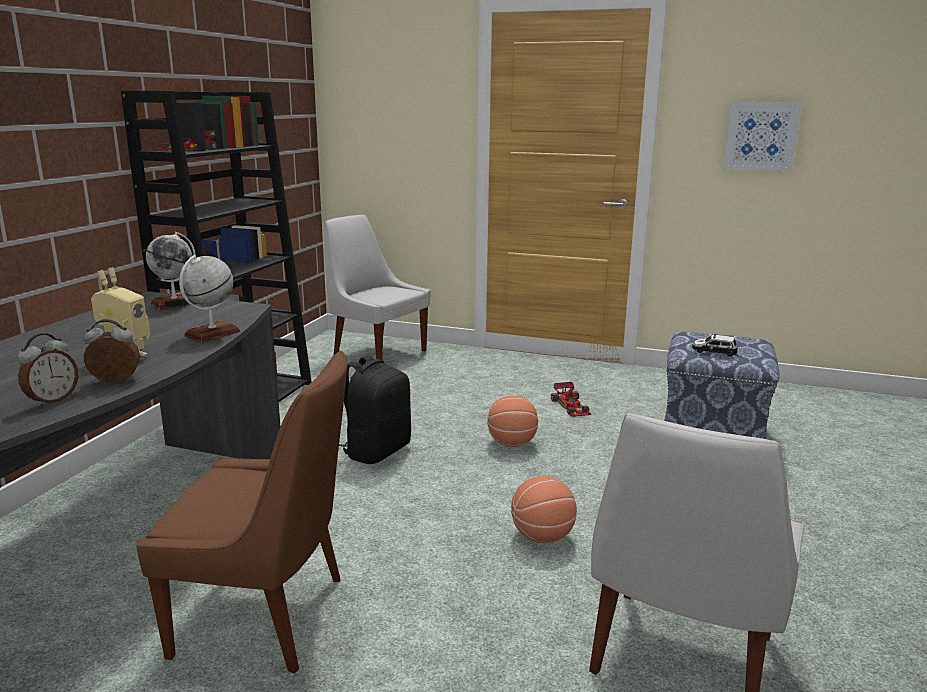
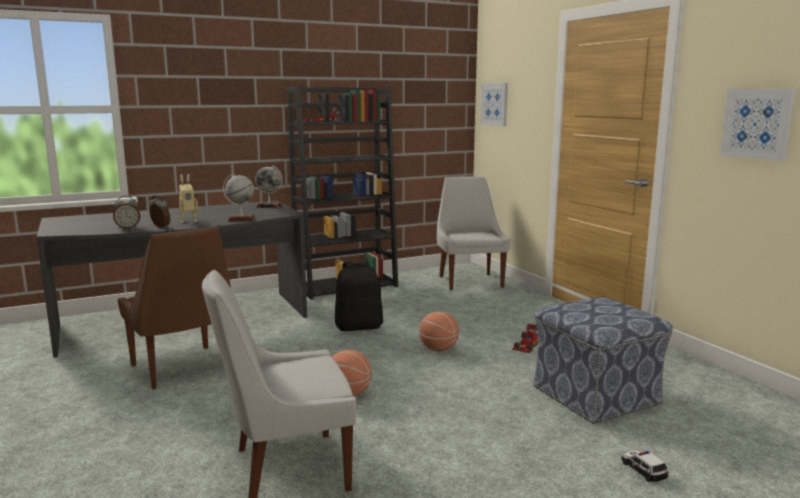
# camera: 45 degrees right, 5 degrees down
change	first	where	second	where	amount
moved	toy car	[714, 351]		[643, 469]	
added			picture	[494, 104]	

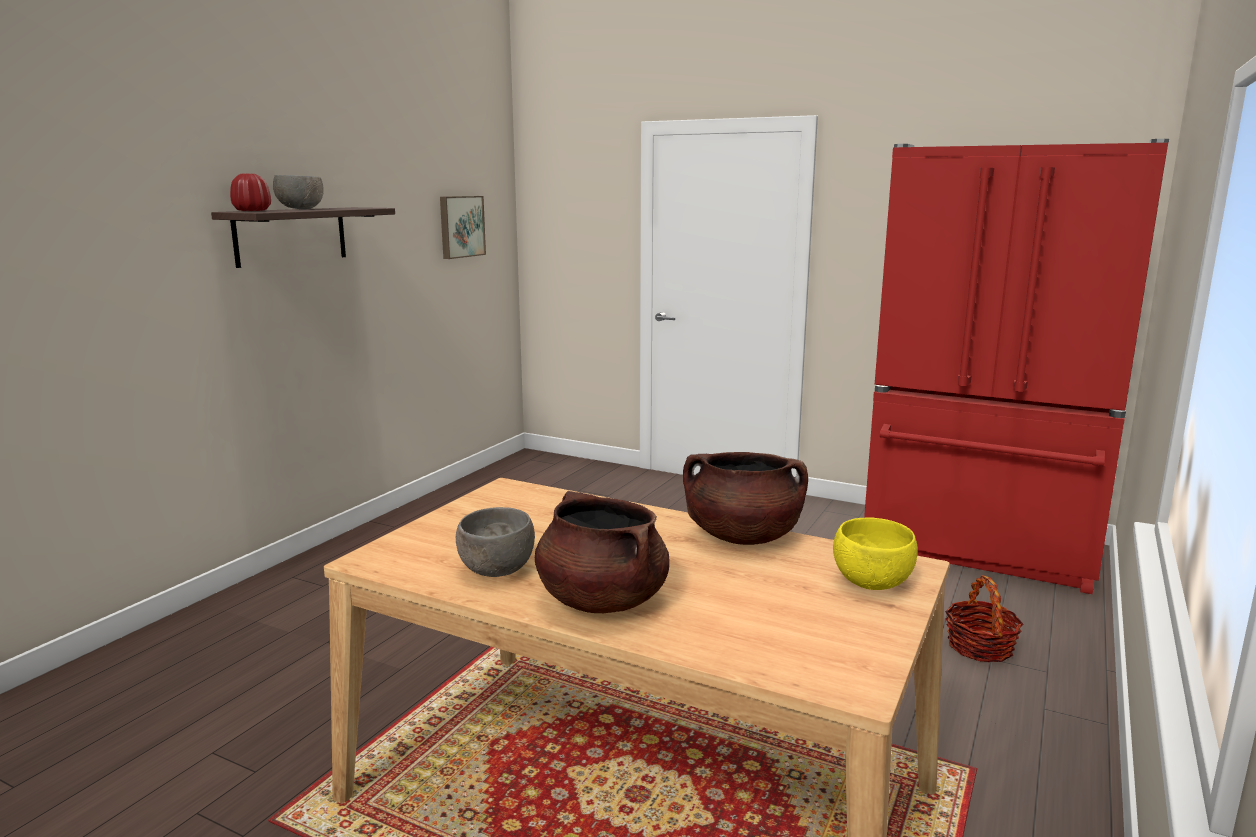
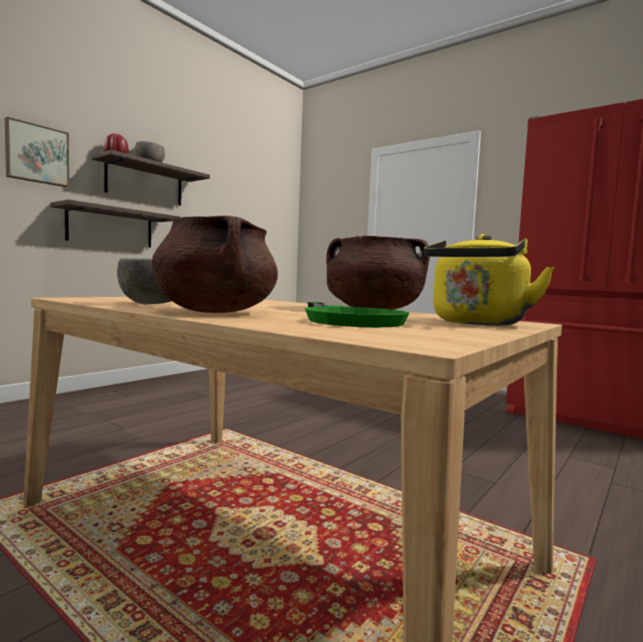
# camera: 10 degrees right, 10 degrees down
change	first	where	second	where	amount
moved	picture	[460, 226]		[37, 154]	
replaced	yellow bowl	[870, 583]	yellow kettle	[477, 323]	
removed	basket	[980, 647]			
added			shelf	[110, 227]	
added			green frying pan	[348, 319]	

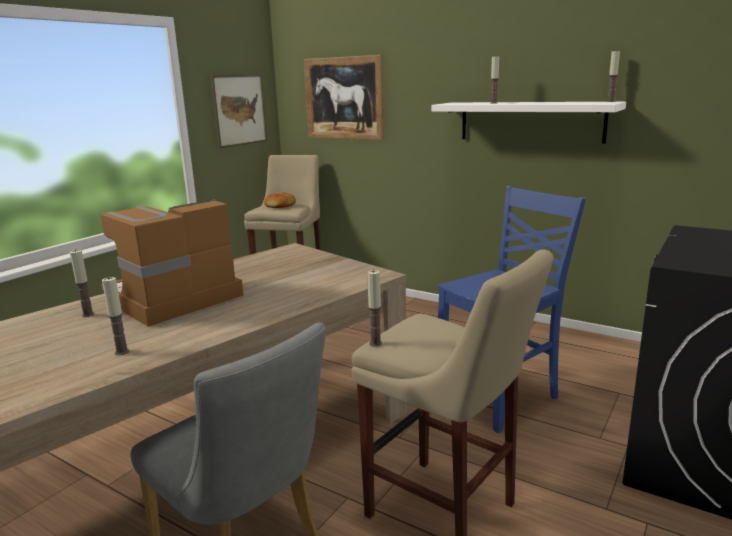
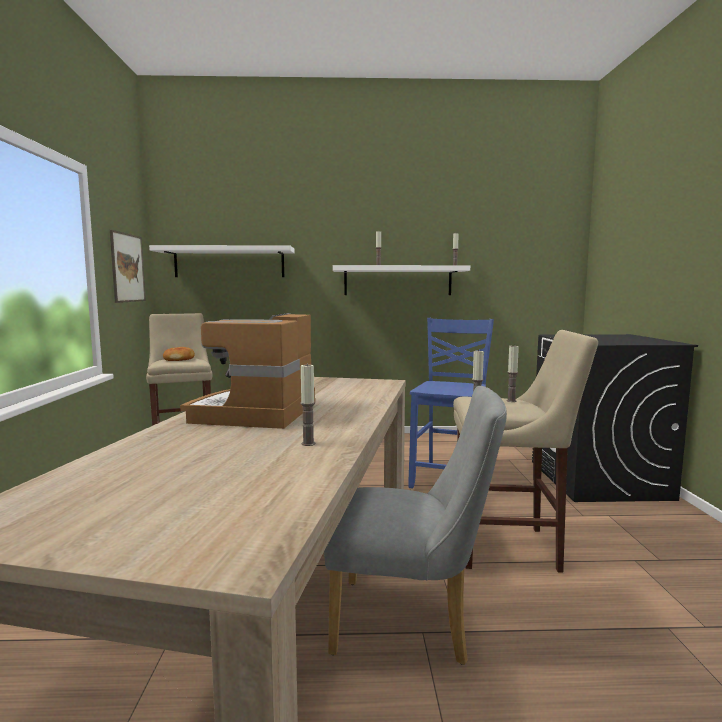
# camera: 35 degrees left, 10 degrees down
change	first	where	second	where	amount
replaced	picture	[344, 98]	white shelf	[229, 262]	
moved	candle	[88, 314]		[511, 401]	

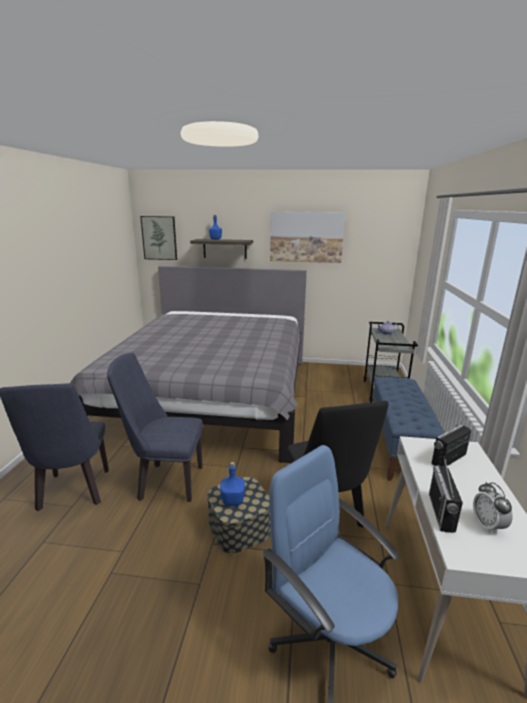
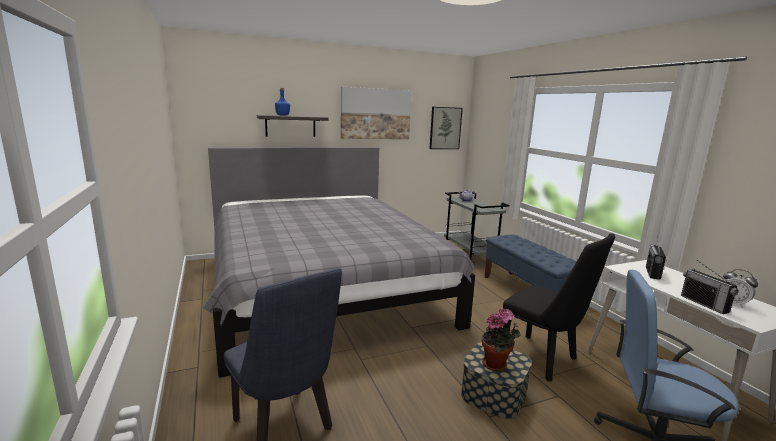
# camera: 30 degrees left, 5 degrees down
change	first	where	second	where	amount
moved	picture	[159, 238]		[445, 128]	
removed	blue chair	[165, 482]			
replaced	blue bottle	[232, 501]	potted plant	[496, 365]	

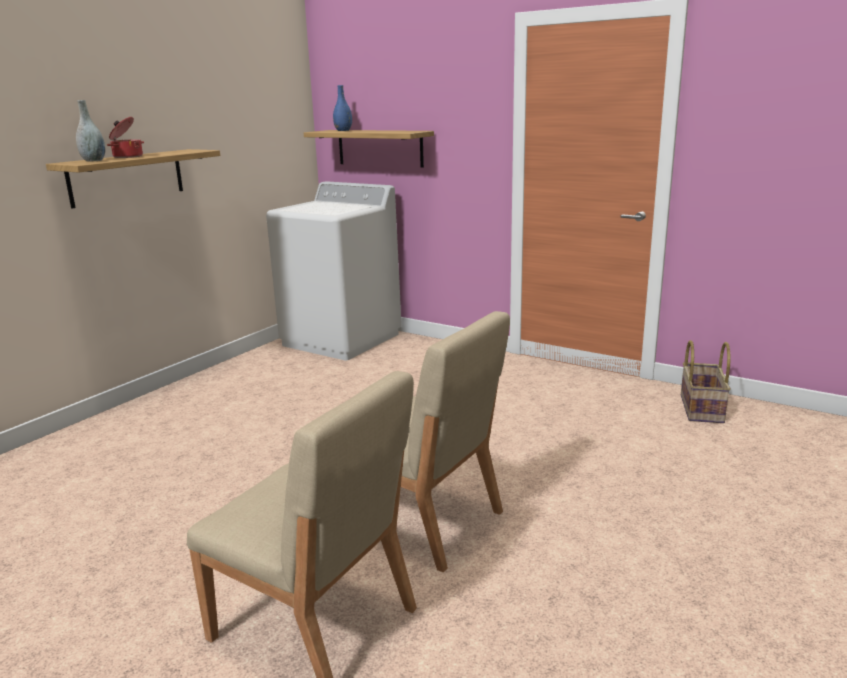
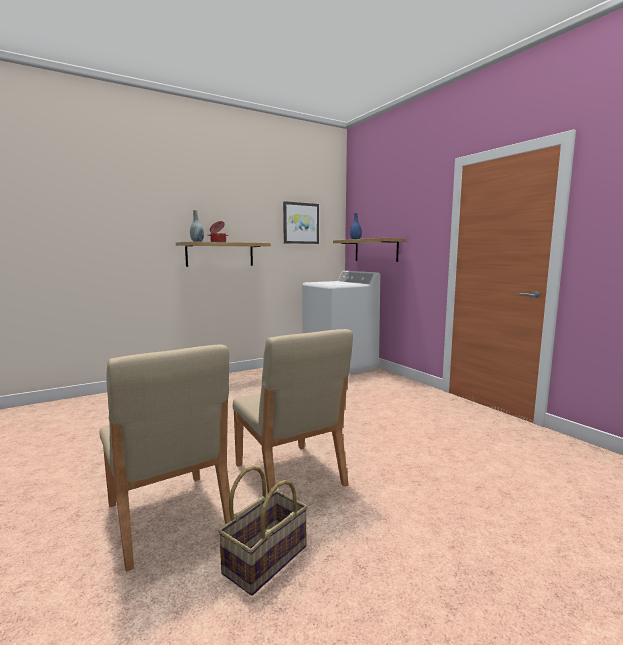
# camera: 25 degrees right, 10 degrees down
change	first	where	second	where	amount
moved	basket	[700, 408]		[265, 558]	
added			picture	[300, 223]	

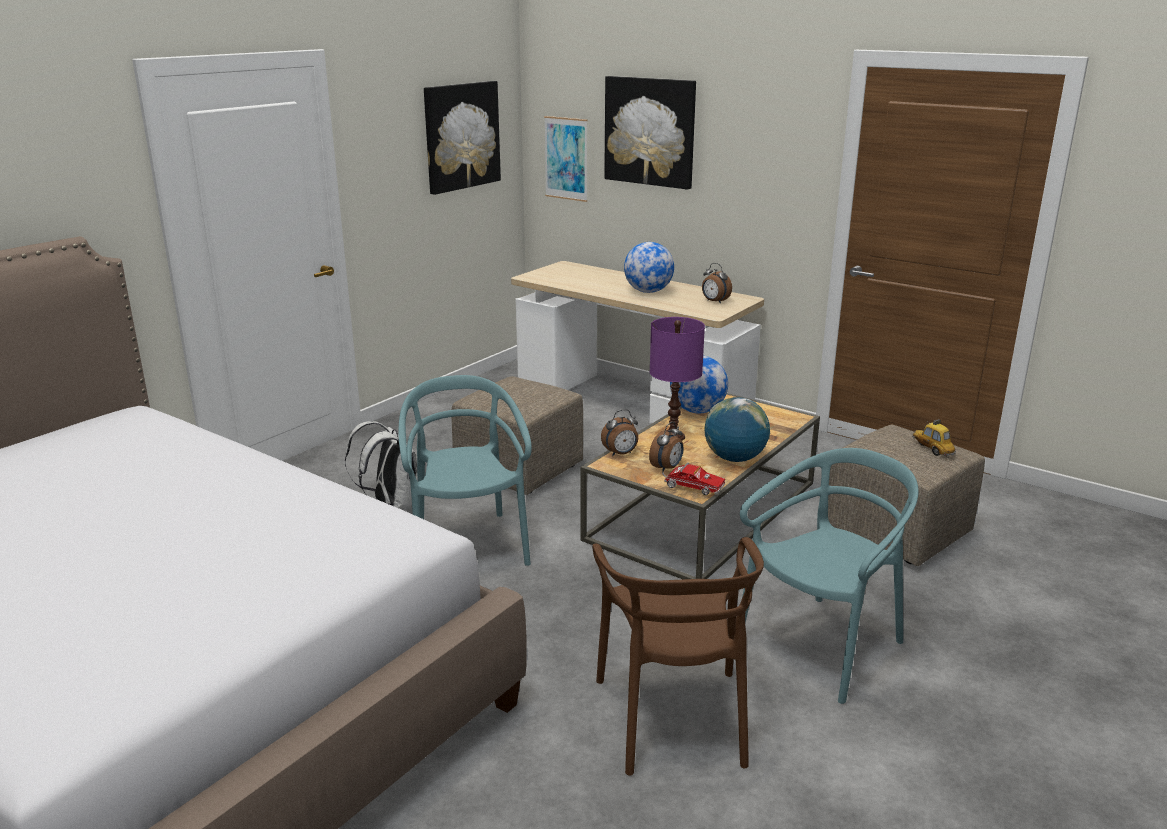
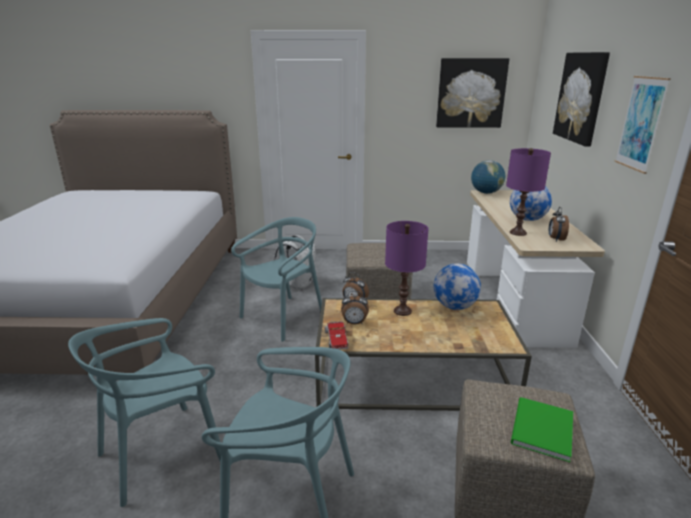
# camera: 55 degrees right, 0 degrees up
change	first	where	second	where	amount
moved	picture	[566, 158]		[641, 123]	
moved	globe	[735, 459]		[486, 193]	
replaced	toy car	[932, 449]	green book	[540, 430]	
recoloured	brown chair	[674, 719]	turquoise chair	[161, 453]	
added			purple table lamp	[518, 233]	

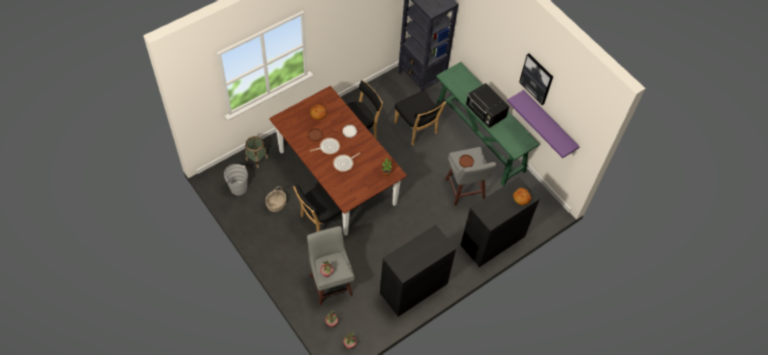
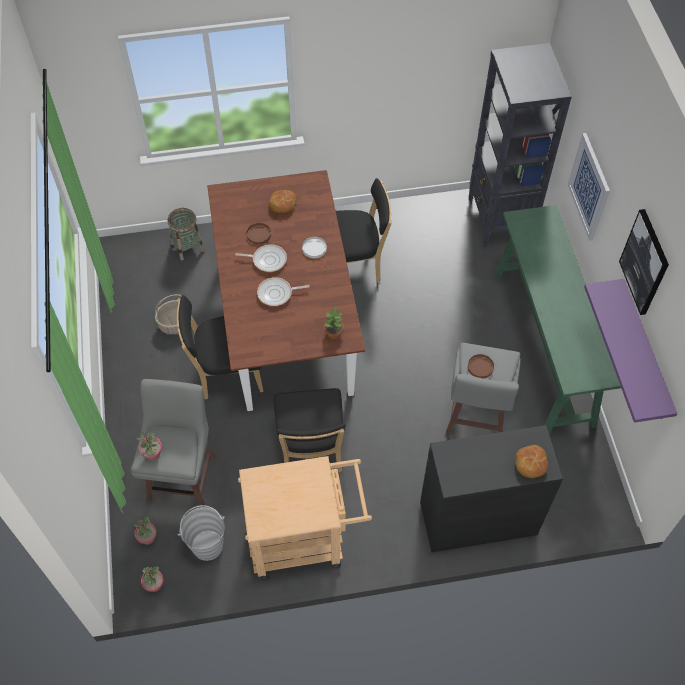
# camera: 30 degrees right, 0 degrees up
change	first	where	second	where	amount
removed	black microwave	[485, 113]			
moved	black chair	[417, 129]		[311, 450]	
moved	grey bucket	[238, 188]		[207, 545]	
replaced	black cabinet	[413, 288]	beige cart	[305, 540]	
added			picture	[589, 187]	

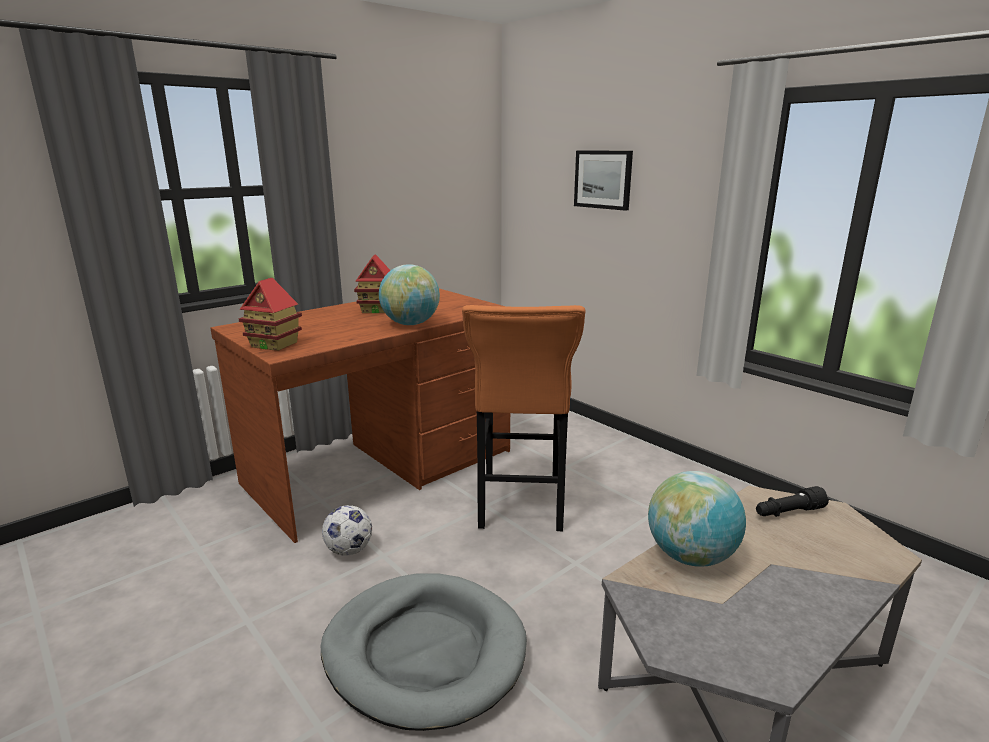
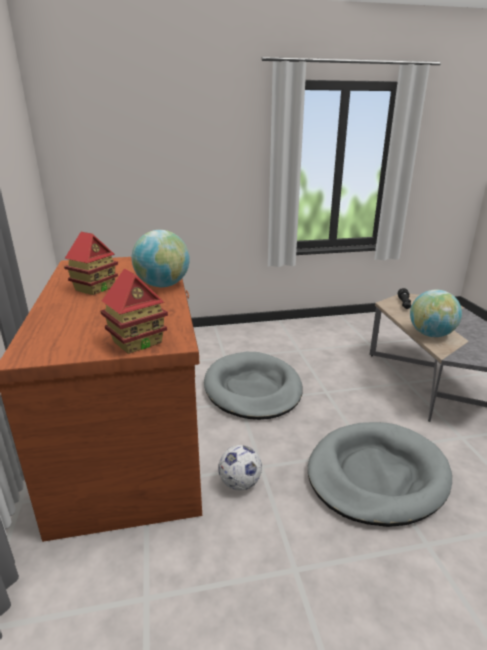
# camera: 60 degrees left, 5 degrees up
change	first	where	second	where	amount
removed	picture	[603, 179]			
replaced	orange stool	[520, 505]	grey dog bed	[252, 389]	

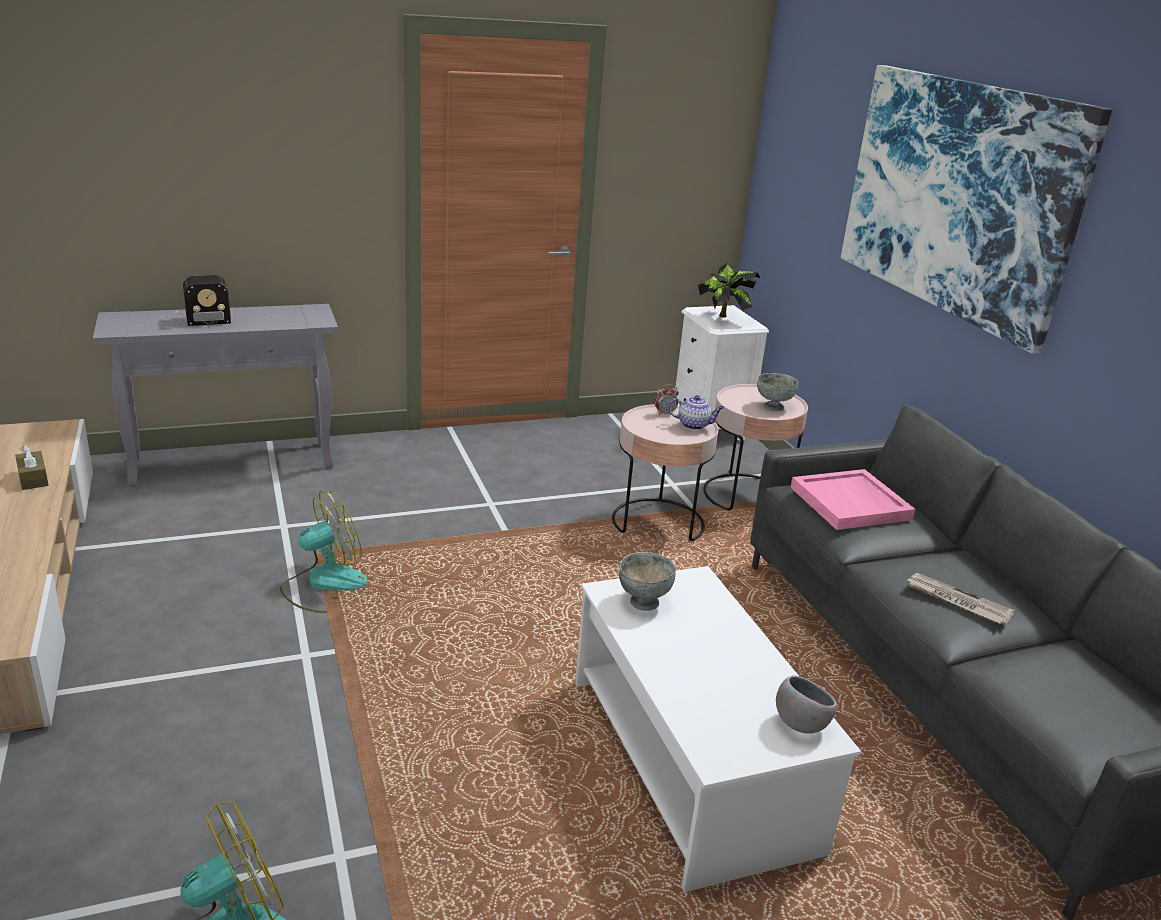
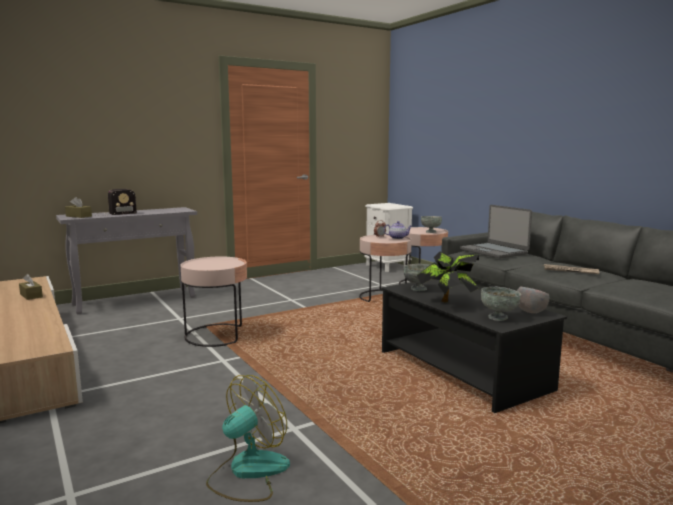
# camera: 10 degrees left, 15 degrees down
change	first	where	second	where	amount
removed	picture	[957, 196]			
moved	potted plant	[724, 319]		[448, 303]	
replaced	pink tray	[851, 503]	laptop	[494, 251]	
replaced	fan	[323, 584]	pink side table	[216, 335]	
recoloured	white coffee table	[691, 764]	black coffee table	[463, 371]	
added			brown tissue box	[79, 216]	
added			grey bowl	[498, 317]	

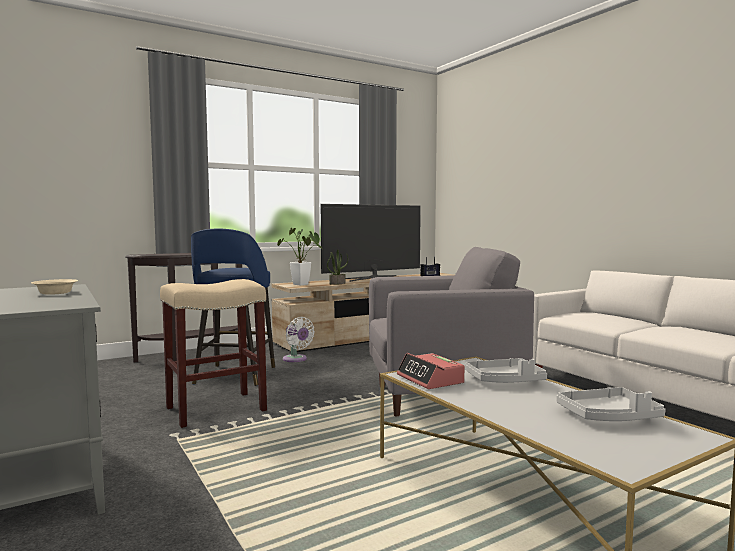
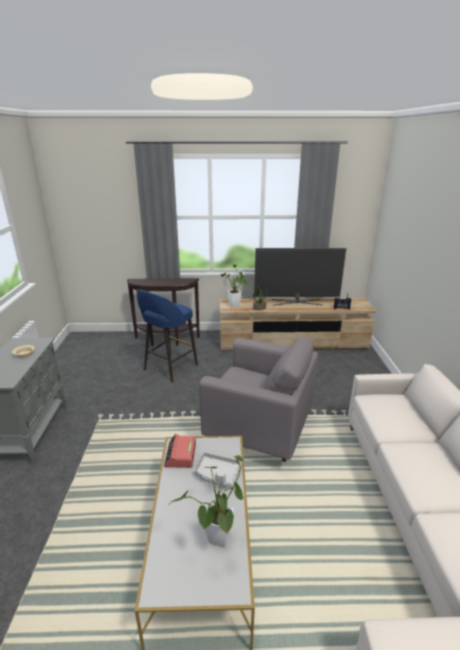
# camera: 30 degrees right, 20 degrees up
change	first	where	second	where	amount
removed	beige stool	[217, 408]			
removed	white fan	[296, 359]			
replaced	grey tray	[609, 417]	potted plant	[217, 543]	

